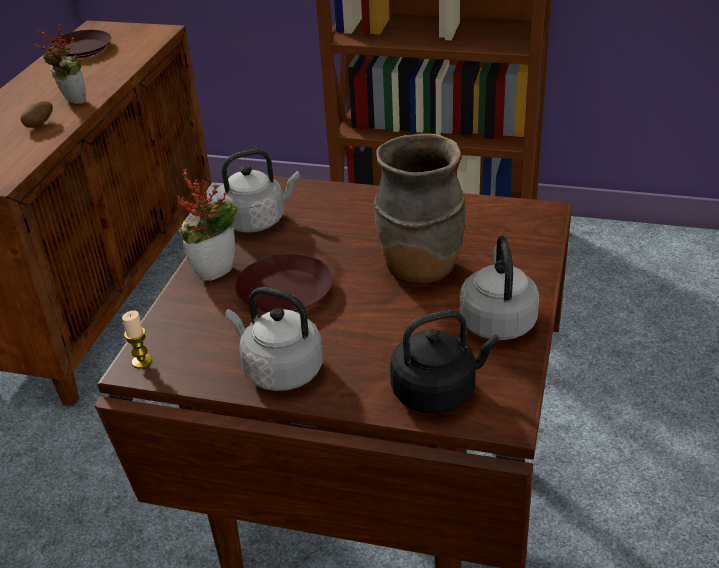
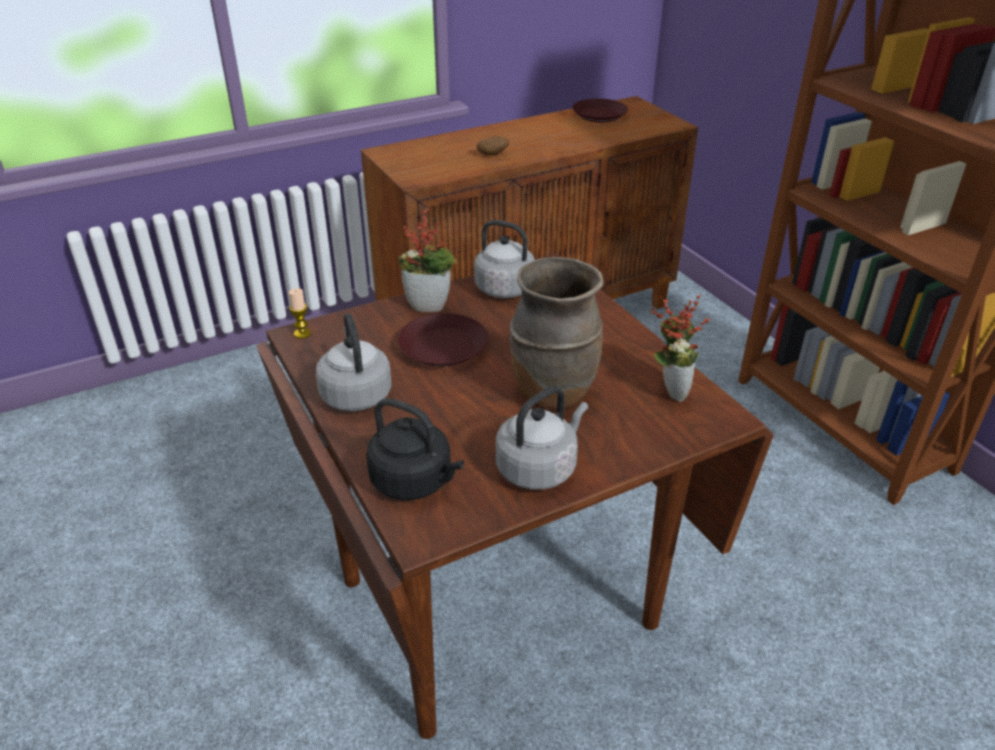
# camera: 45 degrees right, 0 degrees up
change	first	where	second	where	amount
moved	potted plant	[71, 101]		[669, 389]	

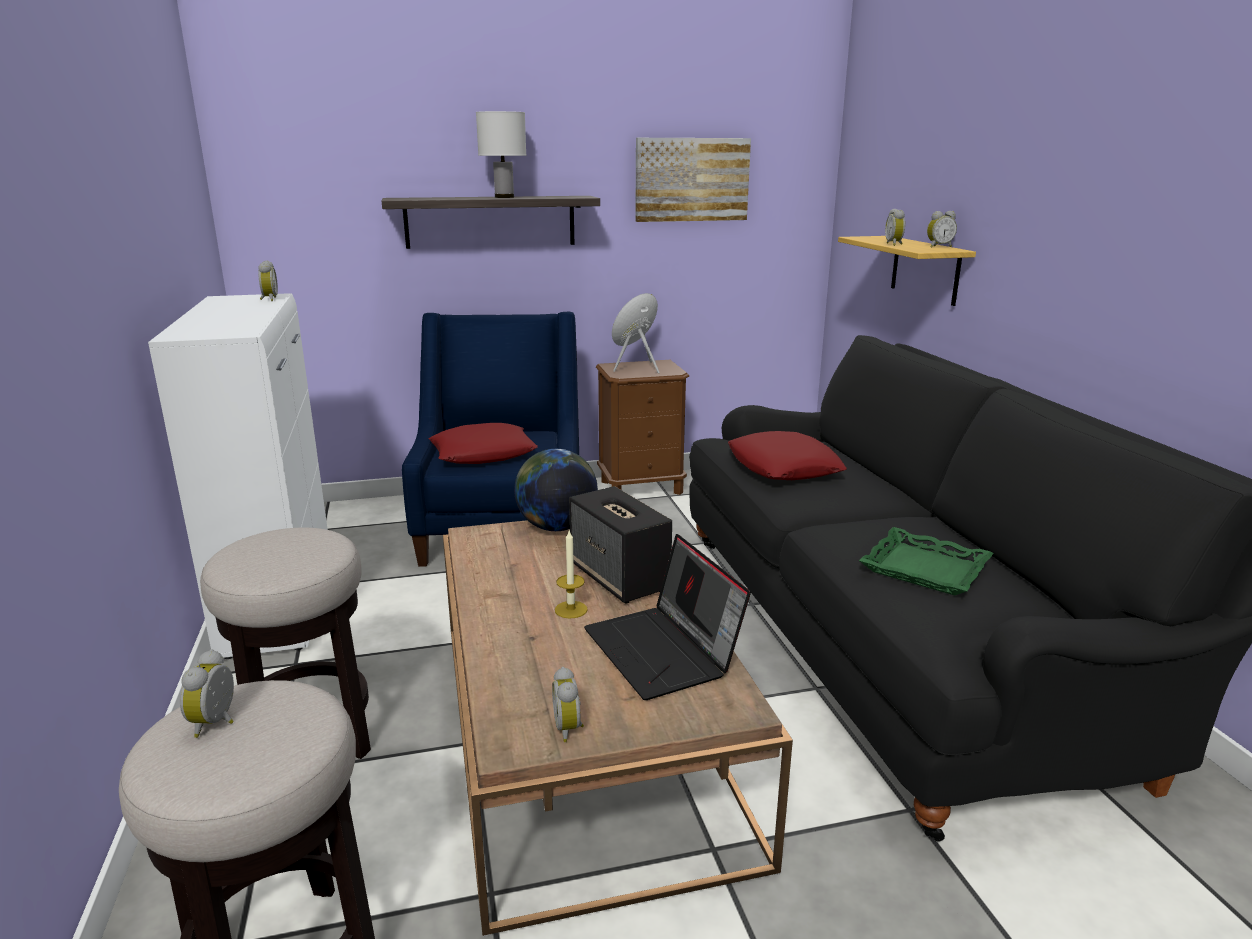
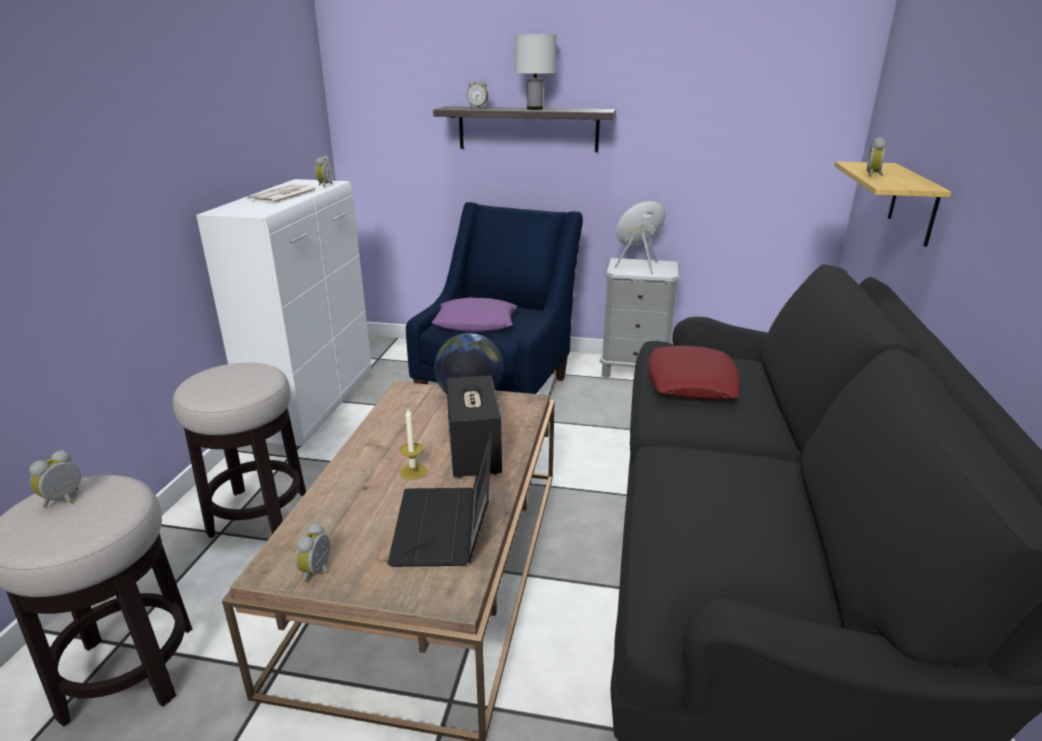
# camera: 25 degrees right, 5 degrees up
change	first	where	second	where	amount
removed	picture	[691, 179]			
moved	alarm clock	[938, 246]		[478, 108]	
recoloured	brown nightstand	[641, 487]	grey nightstand	[634, 369]	
recoloured	red pillow	[483, 453]	purple pillow	[476, 323]	
removed	green tray	[924, 569]			
added			newspaper	[284, 195]	

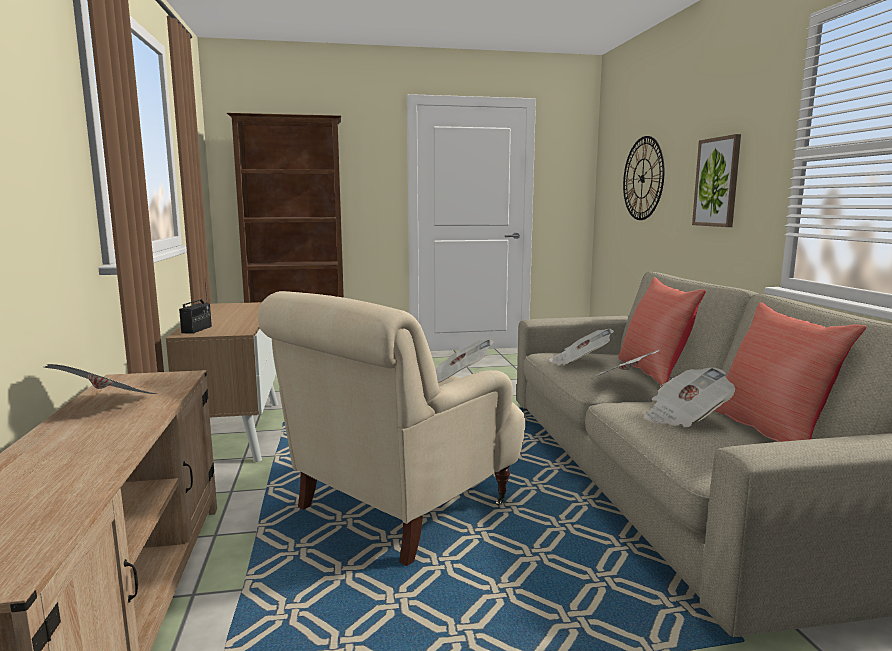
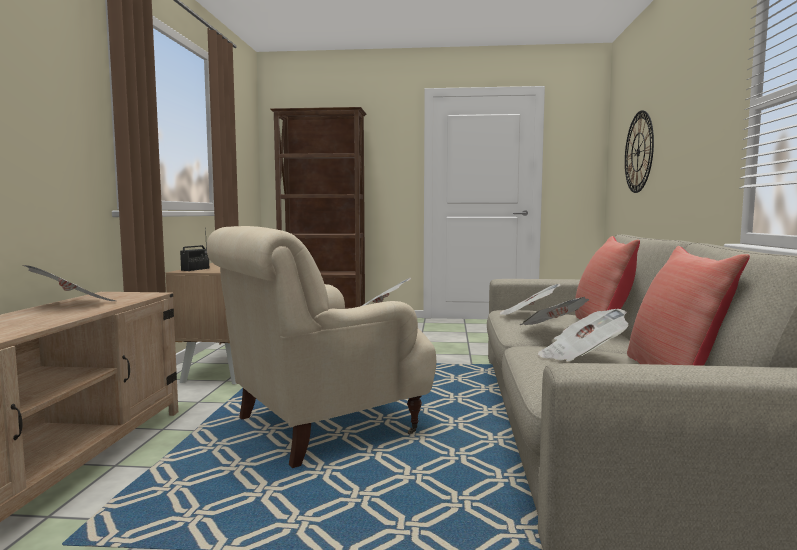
# camera: 15 degrees right, 5 degrees down
change	first	where	second	where	amount
removed	picture	[717, 182]			

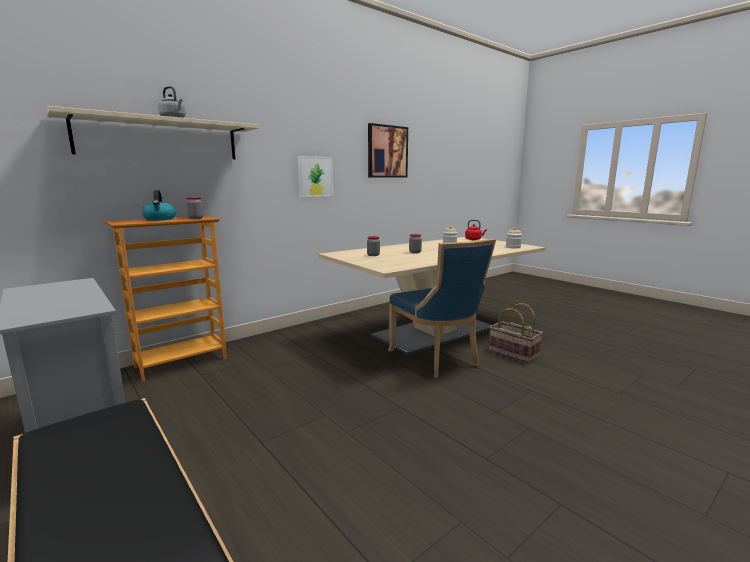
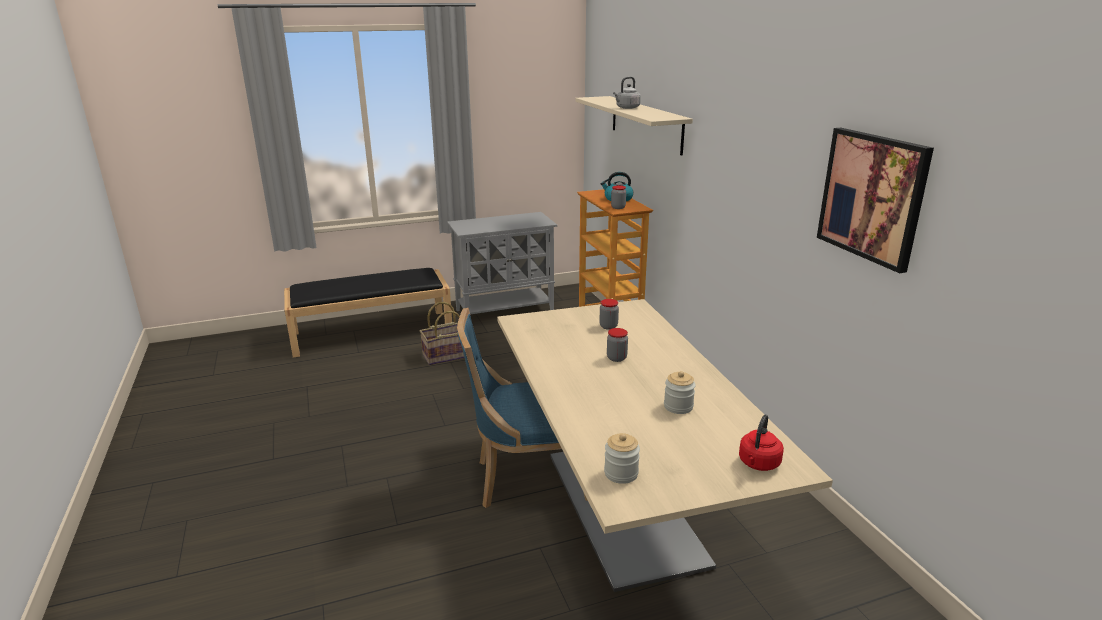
# camera: 110 degrees right, 10 degrees up
change	first	where	second	where	amount
removed	picture	[315, 176]			
moved	basket	[512, 354]		[448, 355]	

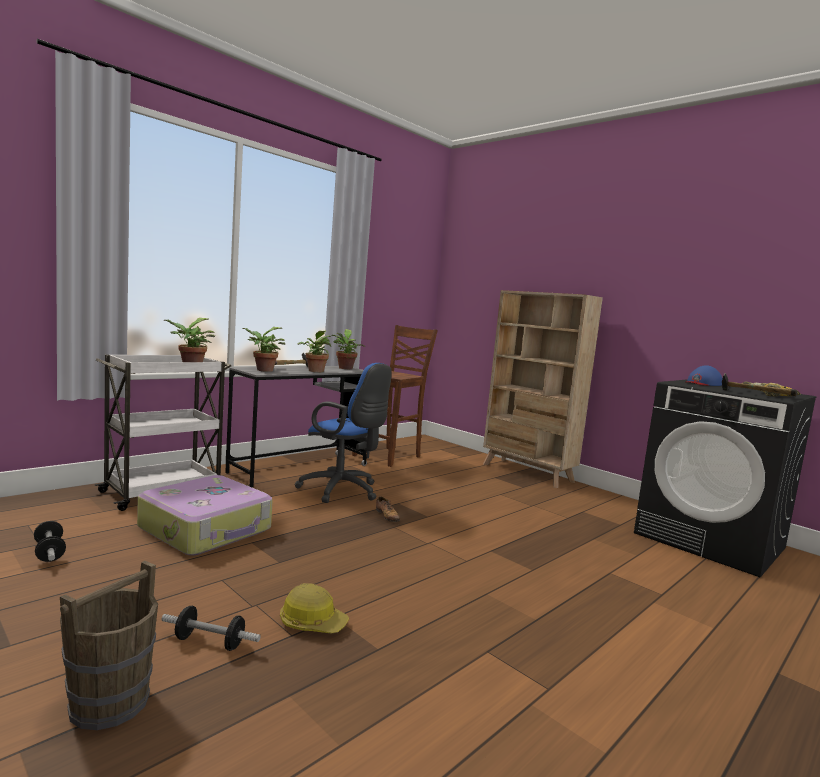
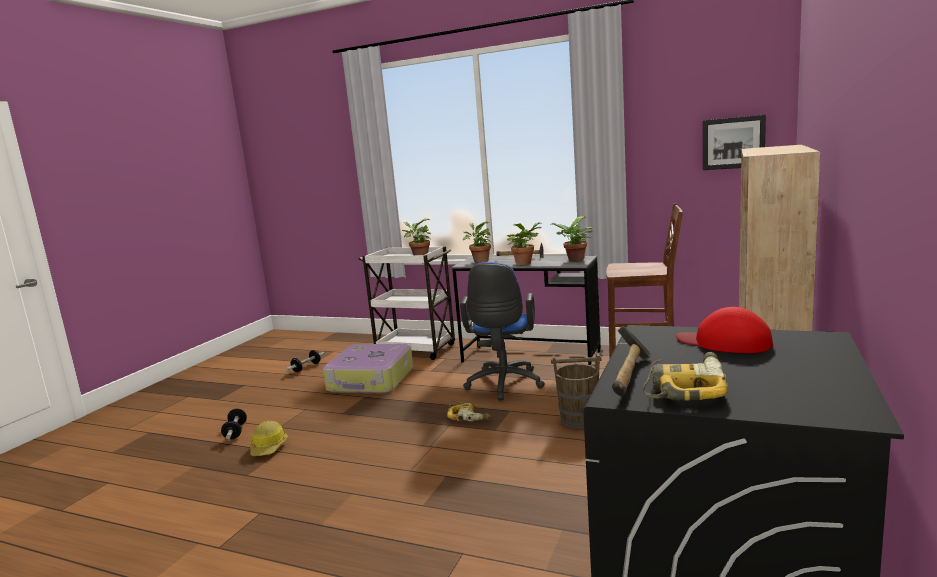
# camera: 70 degrees right, 5 degrees up
change	first	where	second	where	amount
recoloured	blue cap	[702, 383]	red cap	[724, 342]	
replaced	shoe	[387, 516]	power drill	[469, 416]	
moved	brown bucket	[108, 703]		[578, 420]	
added			picture	[733, 143]	

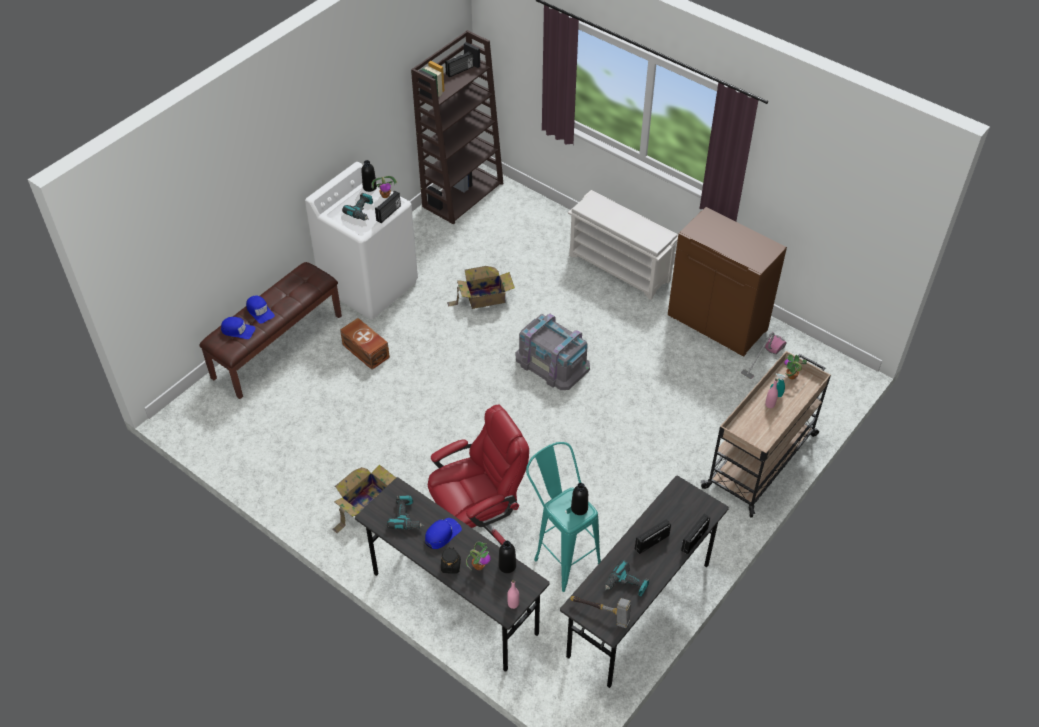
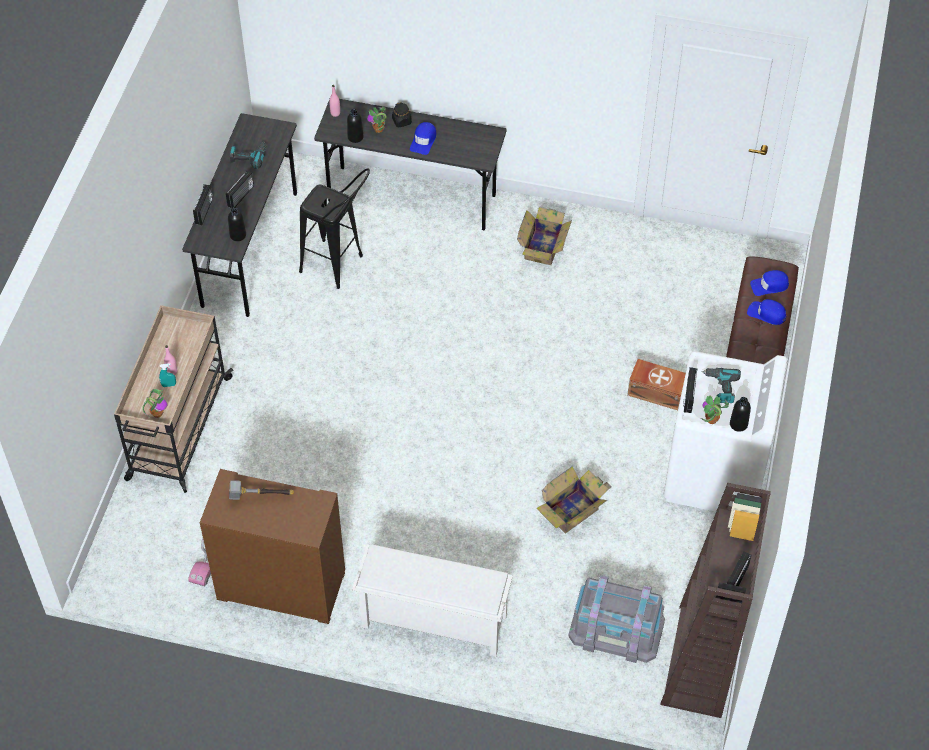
# camera: 155 degrees right, 5 degrees up
change	first	where	second	where	amount
moved	grey storage box	[552, 362]		[616, 629]	
removed	red office chair	[478, 521]			
recoloured	turquoise stool	[561, 555]	black stool	[339, 268]	
moved	black bottle	[579, 508]		[238, 235]	
removed	power drill	[406, 517]			
moved	hammer	[602, 613]		[259, 497]	

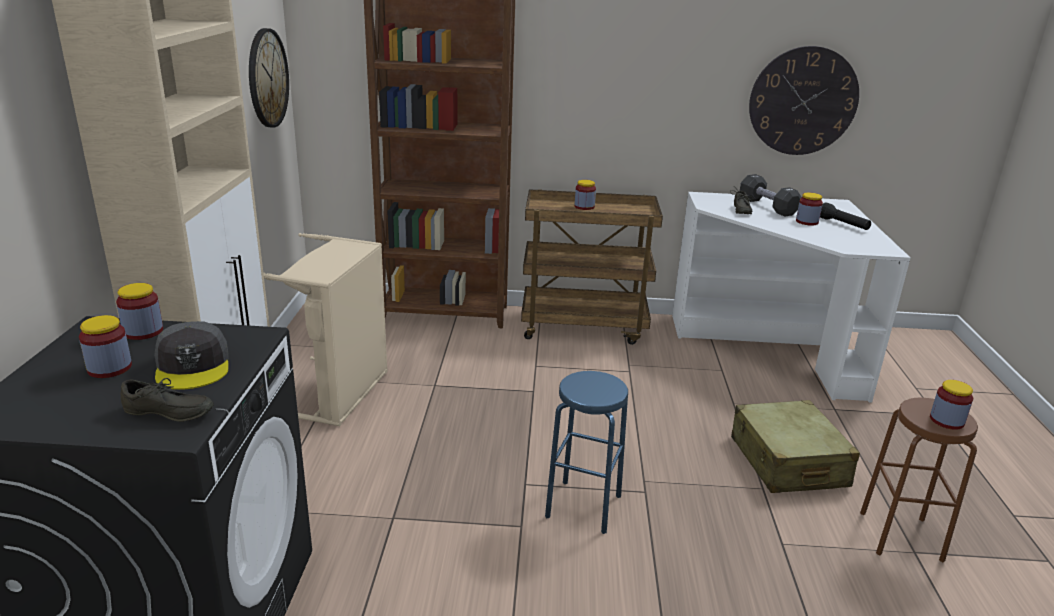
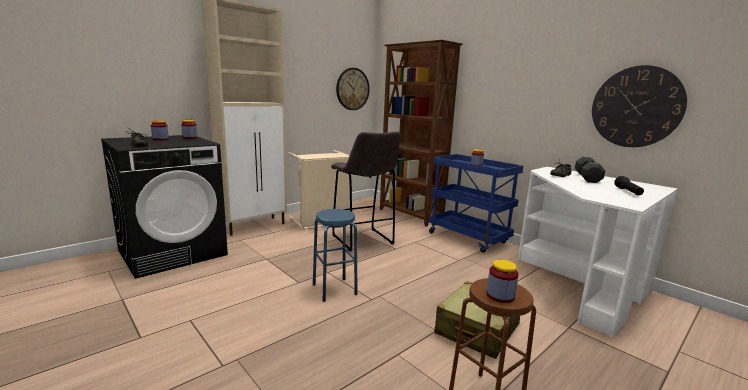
# camera: 45 degrees right, 10 degrees down
change	first	where	second	where	amount
recoloured	brown cart	[584, 327]	blue cart	[469, 238]	
removed	jar	[807, 222]			
removed	grey cap	[193, 366]			
added			grey stool	[363, 240]	

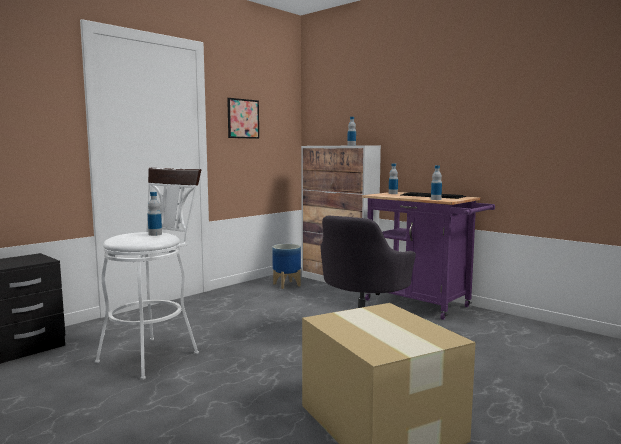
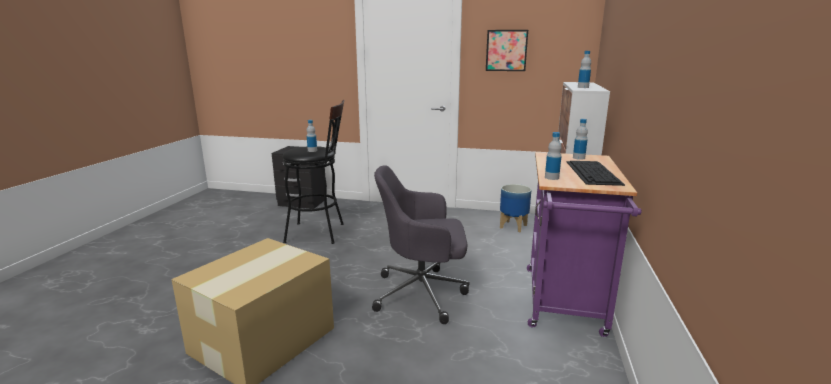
# camera: 60 degrees right, 10 degrees up
change	first	where	second	where	amount
recoloured	white stool	[154, 354]	black stool	[320, 233]	

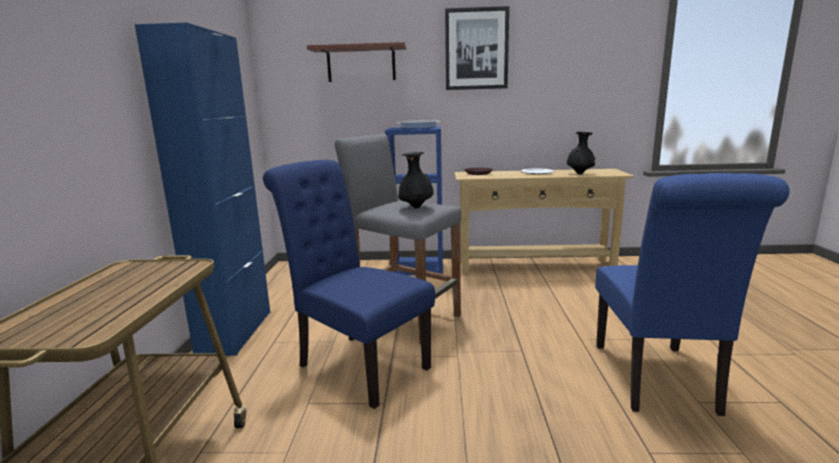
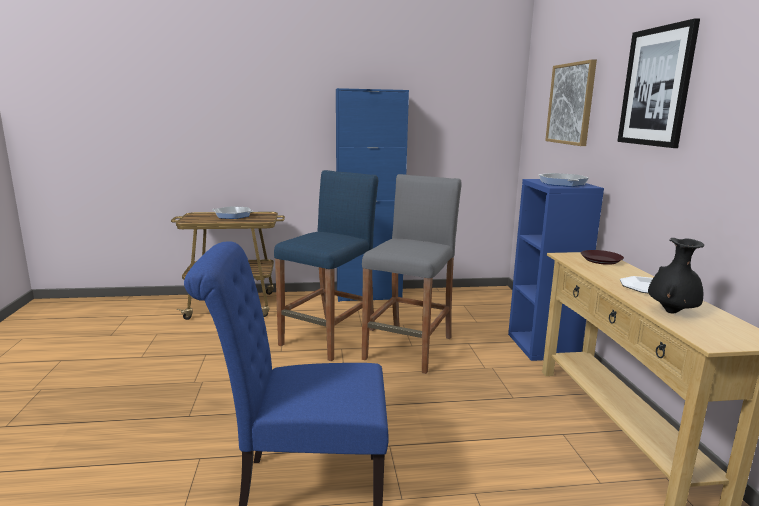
# camera: 80 degrees right, 0 degrees up
change	first	where	second	where	amount
replaced	shelf	[361, 64]	picture	[571, 104]	
removed	black vase	[416, 208]			
replaced	blue chair	[357, 364]	blue stool	[329, 337]	
added			frying pan	[233, 215]	

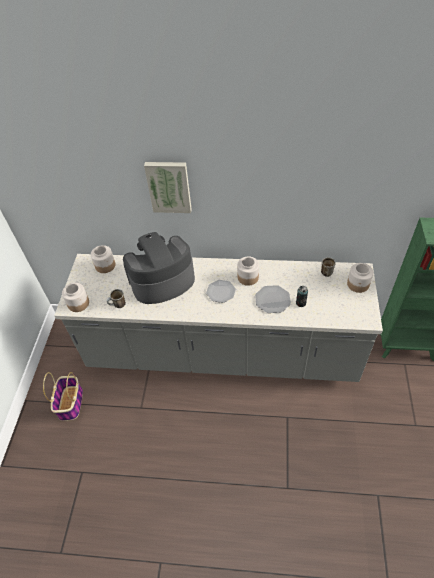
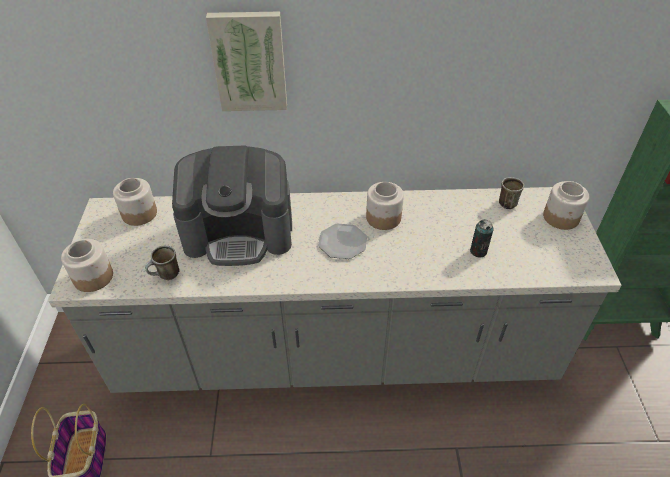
# camera: 10 degrees left, 5 degrees down
change	first	where	second	where	amount
turned	coffee machine	[162, 281]		[240, 232]	150 degrees counterclockwise
removed	plate	[272, 300]			

